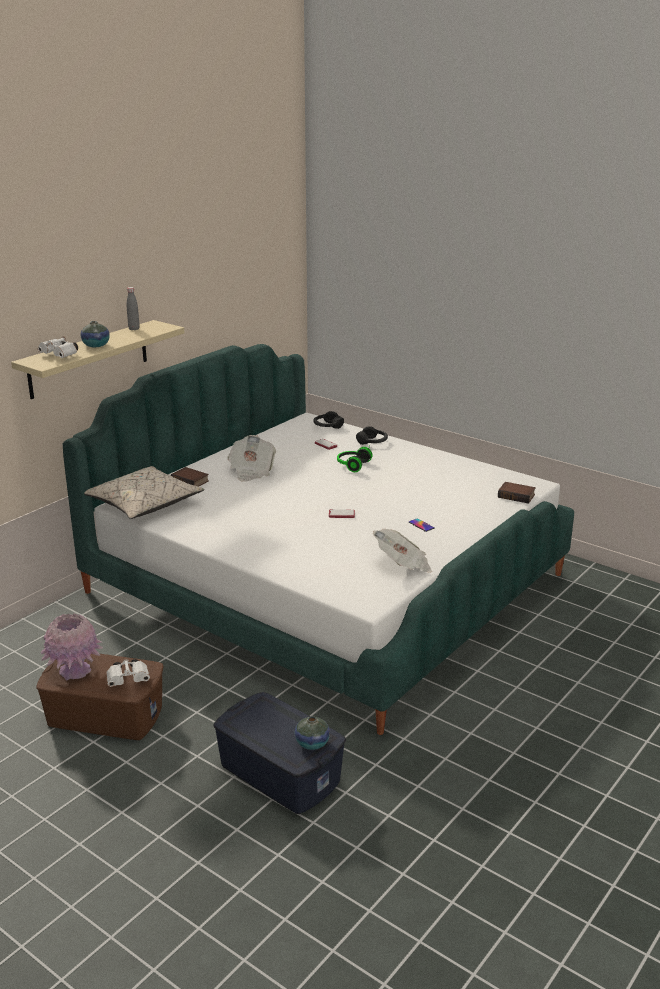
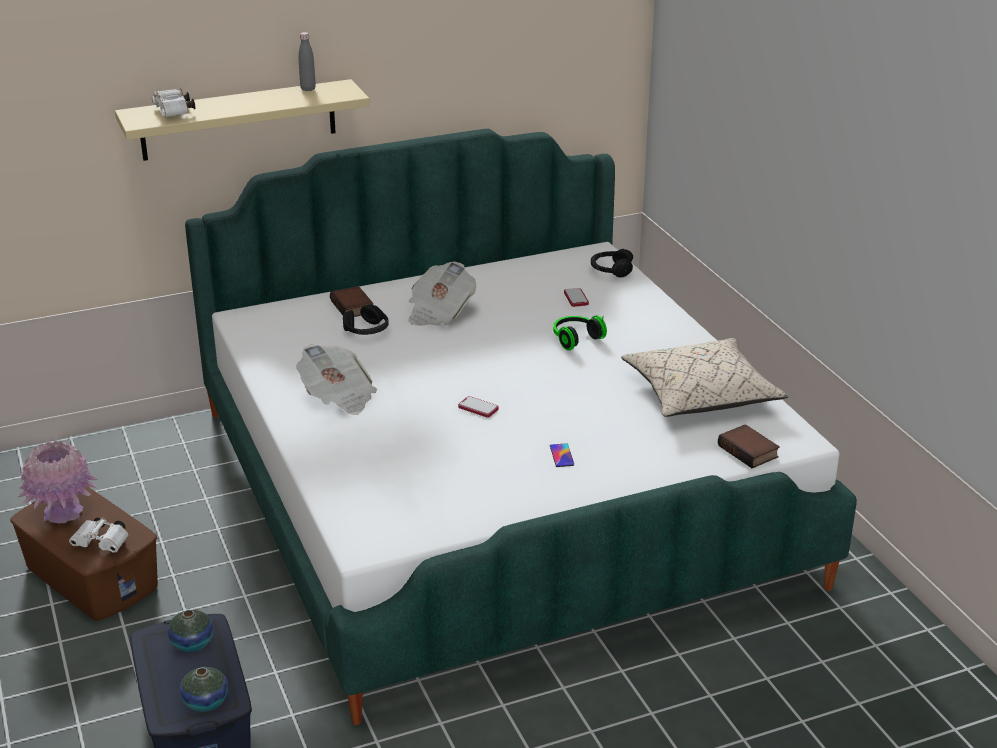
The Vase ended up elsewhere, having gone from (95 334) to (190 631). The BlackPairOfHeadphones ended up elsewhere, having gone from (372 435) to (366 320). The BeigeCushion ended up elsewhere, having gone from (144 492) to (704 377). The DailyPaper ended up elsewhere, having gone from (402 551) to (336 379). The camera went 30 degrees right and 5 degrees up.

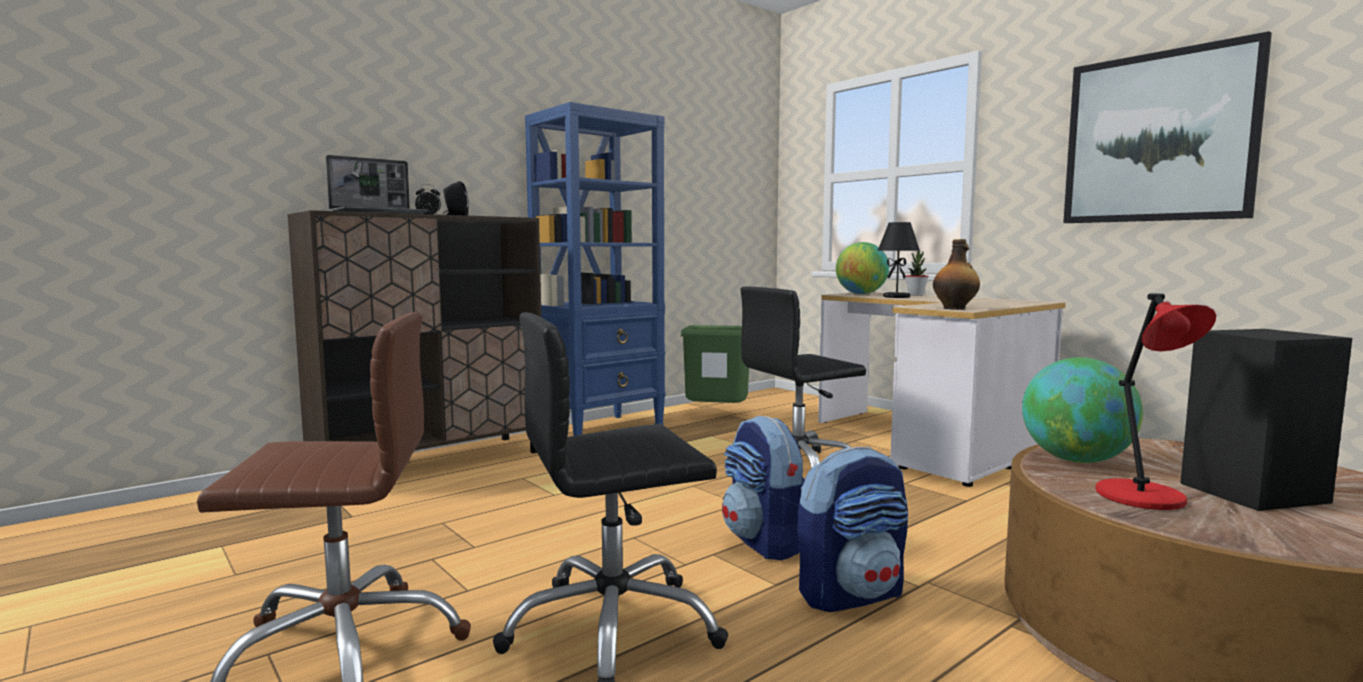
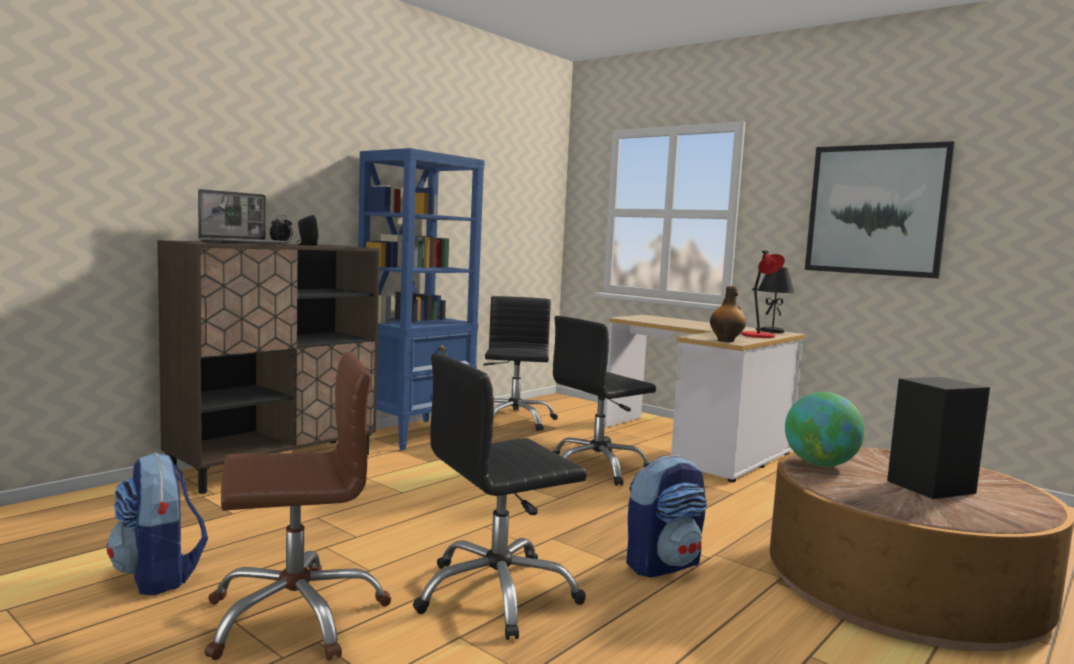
The BlackLampForATable ended up elsewhere, having gone from (898 260) to (776 300). The second view lost the WorldGlobe at (862 268). The second view lost the PottedPlant at (917 273). The ReddishLampForATable ended up elsewhere, having gone from (1155 402) to (763 294). Where the GreenColouredWasteBin stood at (714 364), the BlackOfficeChair came to stand at (521 363). The Backpack ended up elsewhere, having gone from (763 488) to (157 523). The camera went 10 degrees left and 0 degrees up.

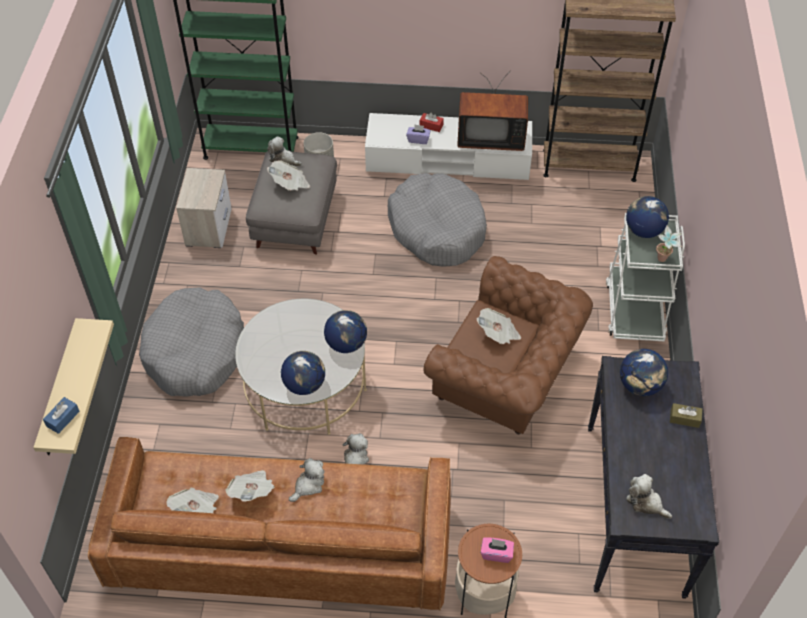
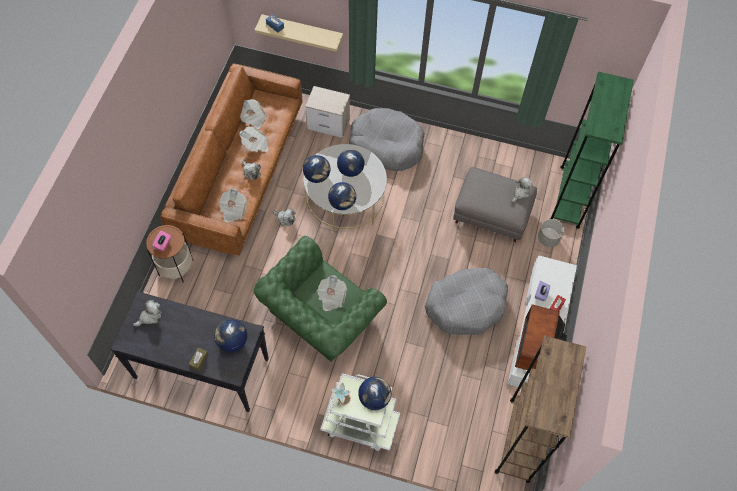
The DailyPaper ended up elsewhere, having gone from (288 176) to (233 205). The NightTable ended up elsewhere, having gone from (204 208) to (328 112). What was the BrownishLoungeChair at (508 345) turned into the GreenColouredLoungeChair at (320 299). The second view gained the WorldGlobe at (351 163). The camera went 100 degrees right and 10 degrees up.

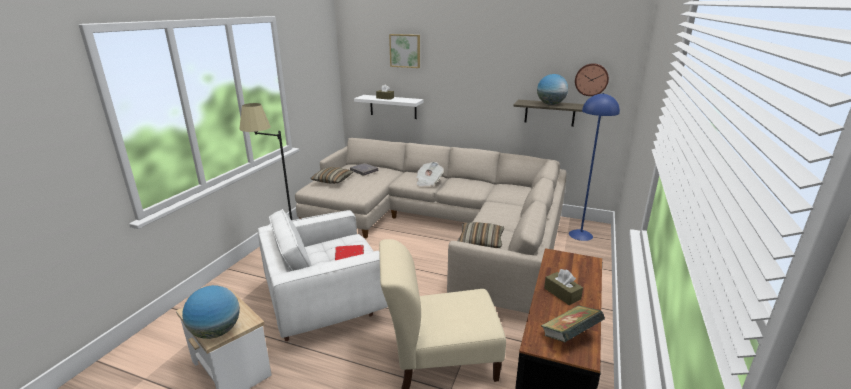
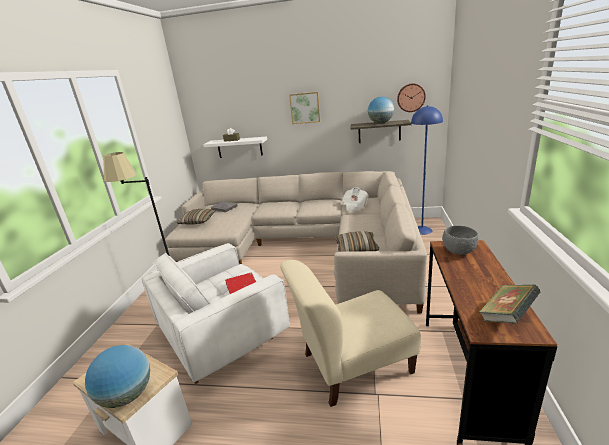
The Picture ended up elsewhere, having gone from (404 51) to (305 108). The DailyPaper ended up elsewhere, having gone from (430 174) to (355 200). The second view lost the BrownishTissueBox at (563 287). The second view gained the GrayBowl at (460 240). The camera went 10 degrees left and 0 degrees up.

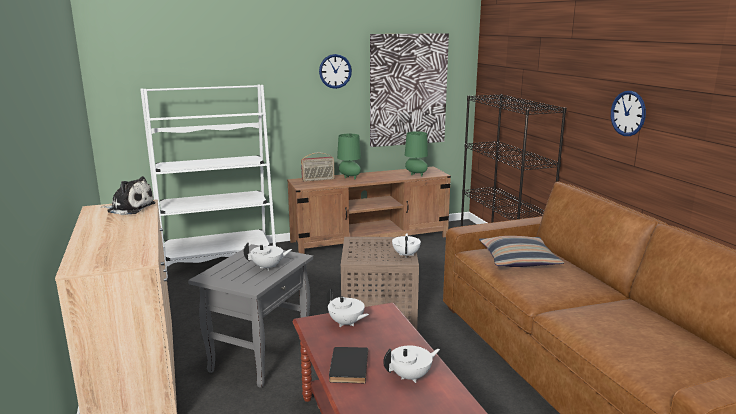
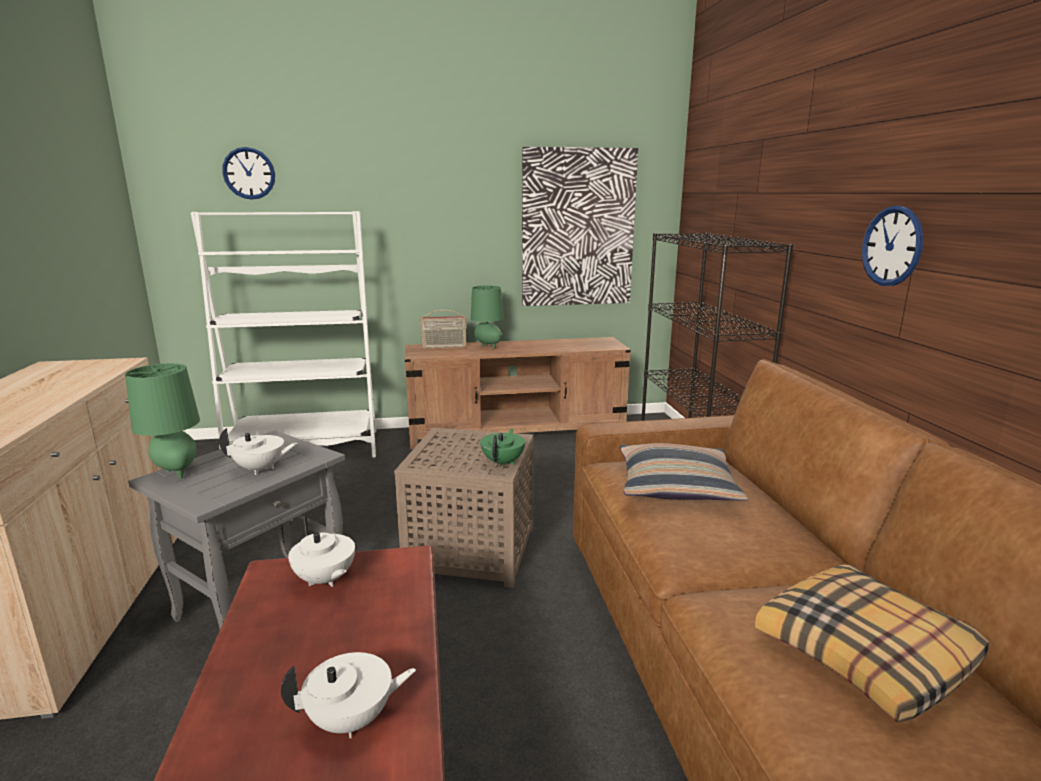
The HangingClock ended up elsewhere, having gone from (335 71) to (248 173). The GreenColouredLampForATable ended up elsewhere, having gone from (416 153) to (162 421). The second view lost the CuddlyToy at (128 195). What was the WhitishTeaPot at (406 244) turned into the GreenColouredTeaPot at (502 448). The second view lost the BlackBoundBook at (348 365). The second view gained the Cushion at (872 643). The camera went 10 degrees right and 0 degrees up.

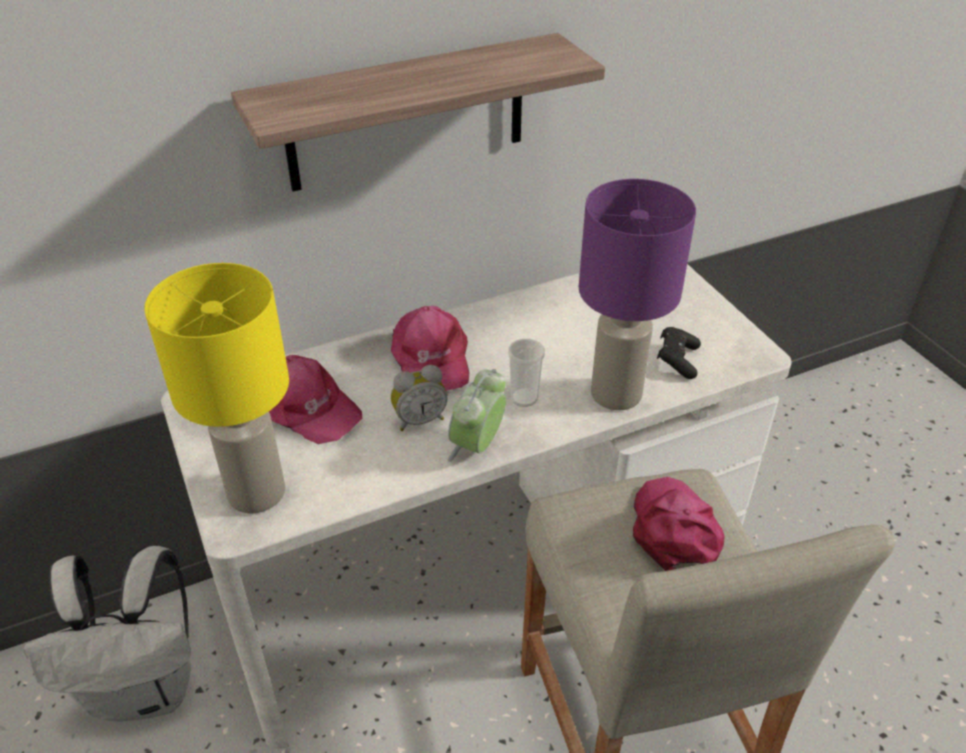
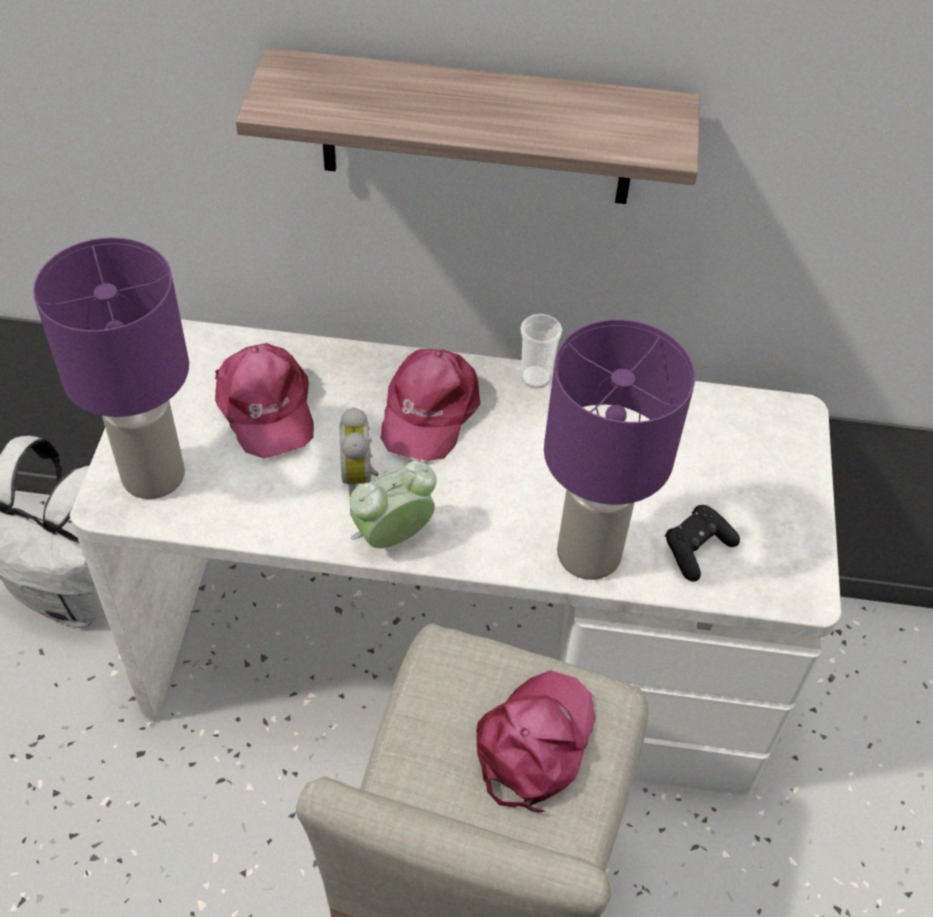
What was the YellowColouredLampForATable at (216 388) turned into the PurpleLampForATable at (111 368). The SmallCup ended up elsewhere, having gone from (526 373) to (541 351). The BedsideClock at (419 398) ended up facing another way, 75 degrees clockwise from before. The camera went 30 degrees right and 10 degrees up.

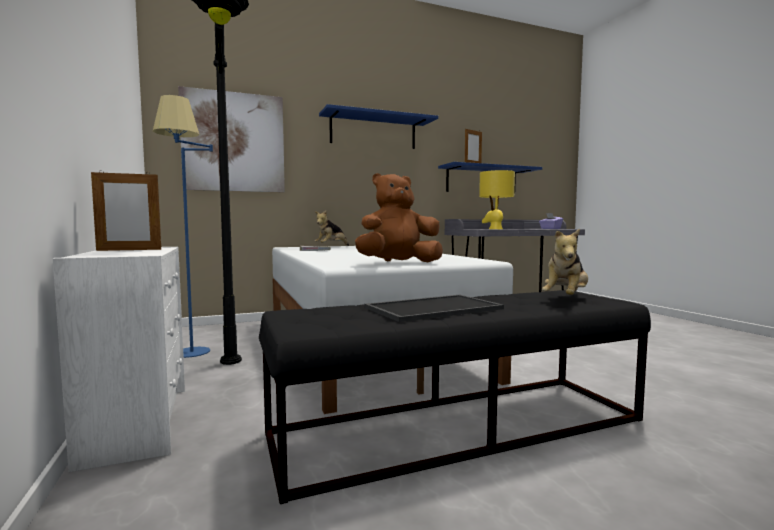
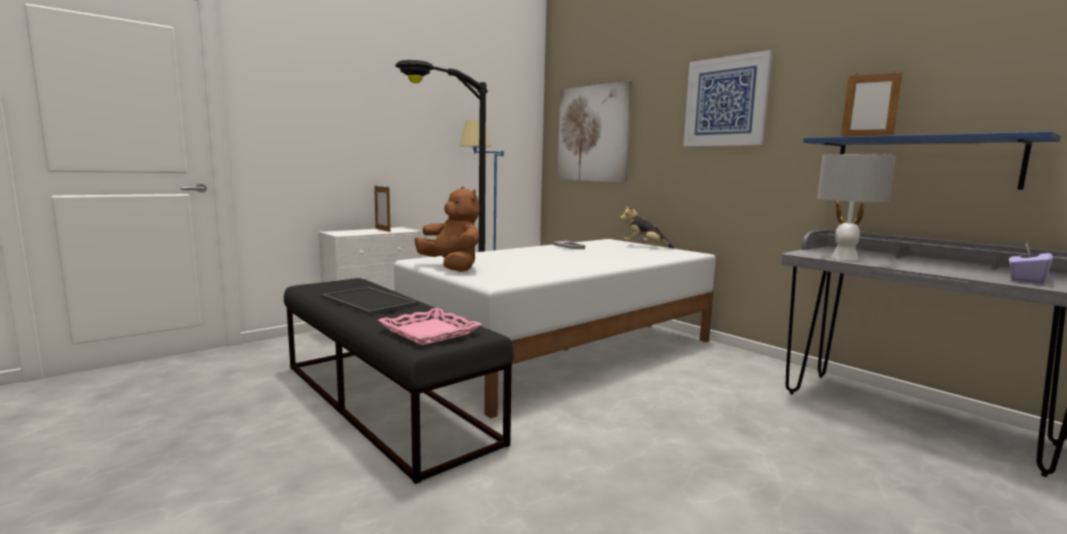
Where the BlueColouredBracketShelf hung at (378 126), the Picture came to hang at (727 98). What was the YellowColouredLampForATable at (497 199) turned into the GrayLampForATable at (856 207). Where the CuddlyToy stood at (565 262), the PinkColouredServingTray came to stand at (430 327). The camera went 70 degrees right and 5 degrees up.

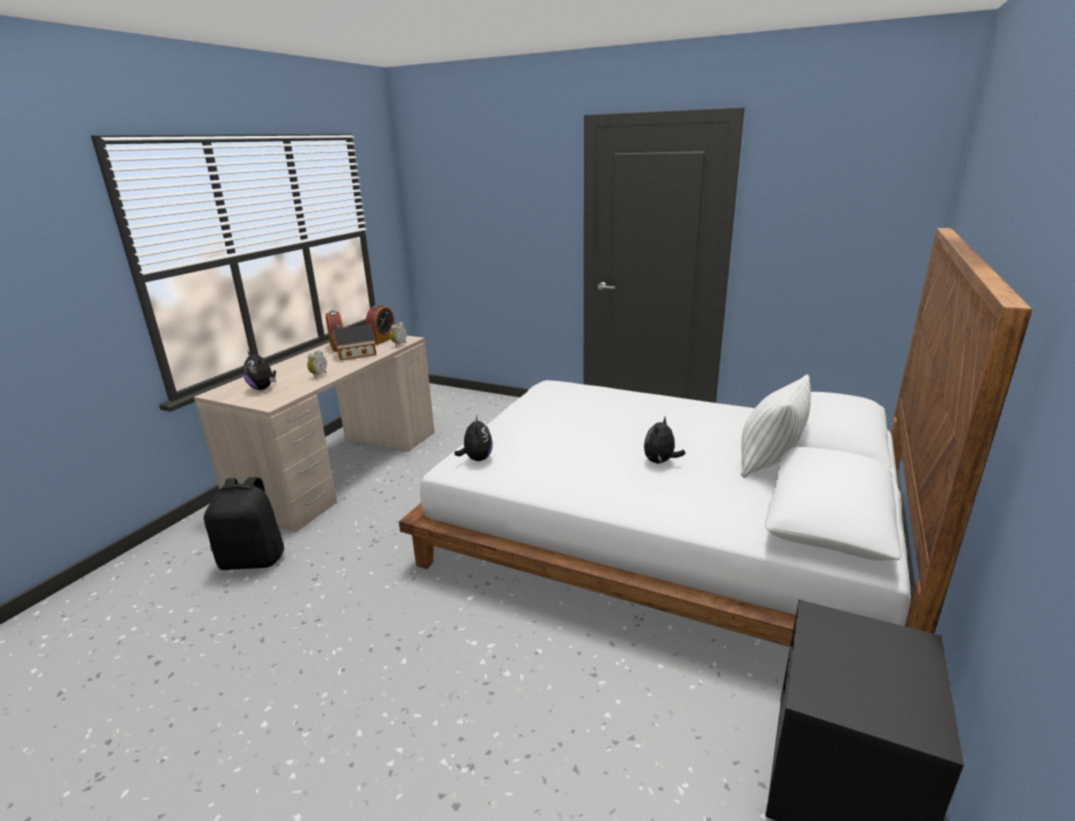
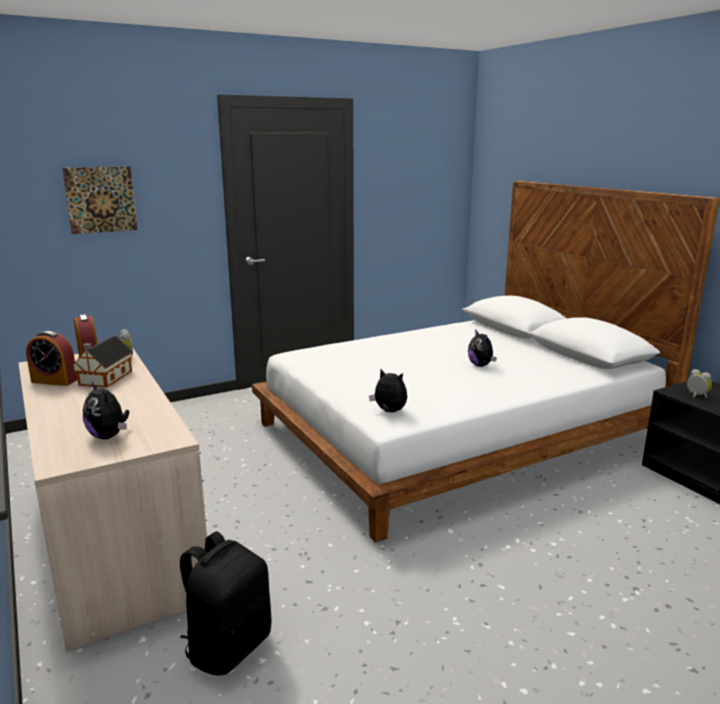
The BedsideClock ended up elsewhere, having gone from (317 364) to (699 383). The CuddlyToy at (259 370) ended up facing another way, 60 degrees clockwise from before. The second view lost the WhitishCushion at (776 426). The second view gained the Picture at (99 200). The camera went 55 degrees left and 5 degrees down.

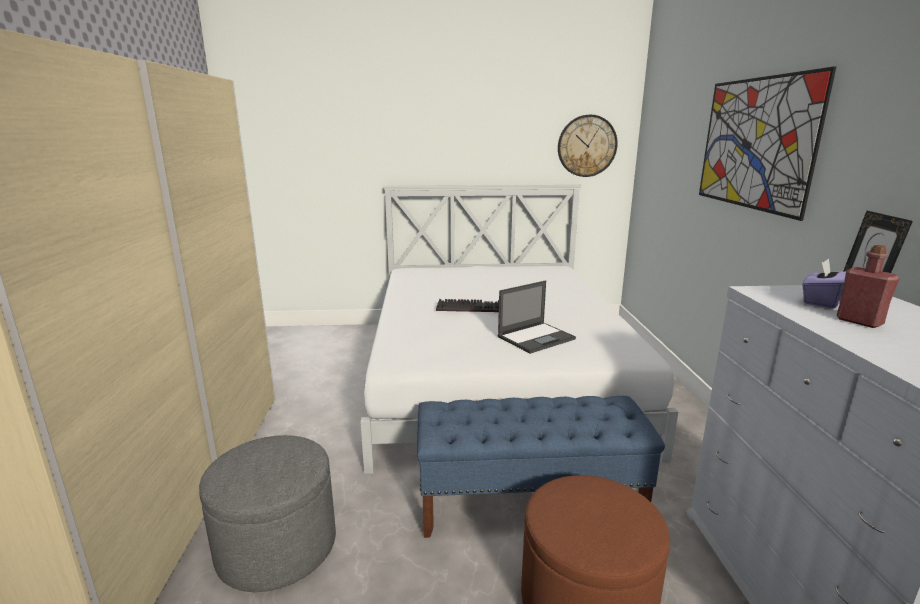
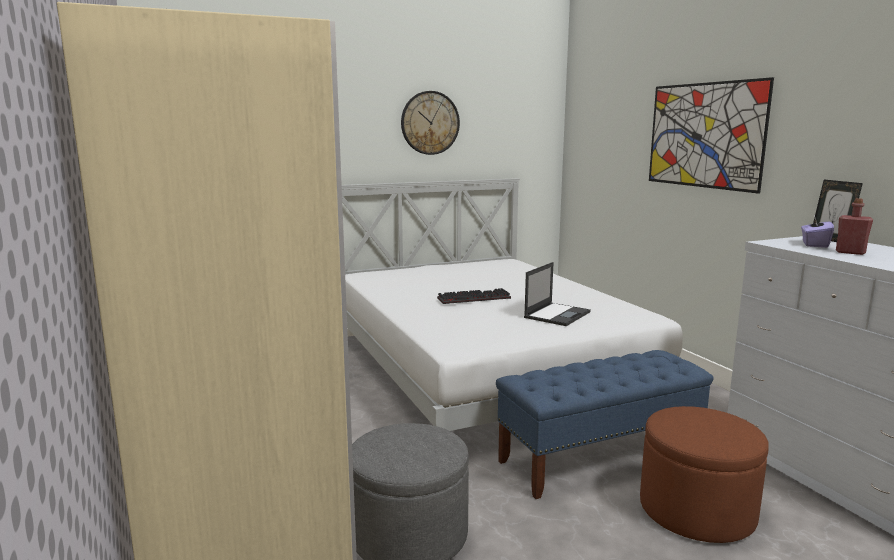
The HangingClock ended up elsewhere, having gone from (588 146) to (430 123). The camera went 20 degrees left and 5 degrees down.

